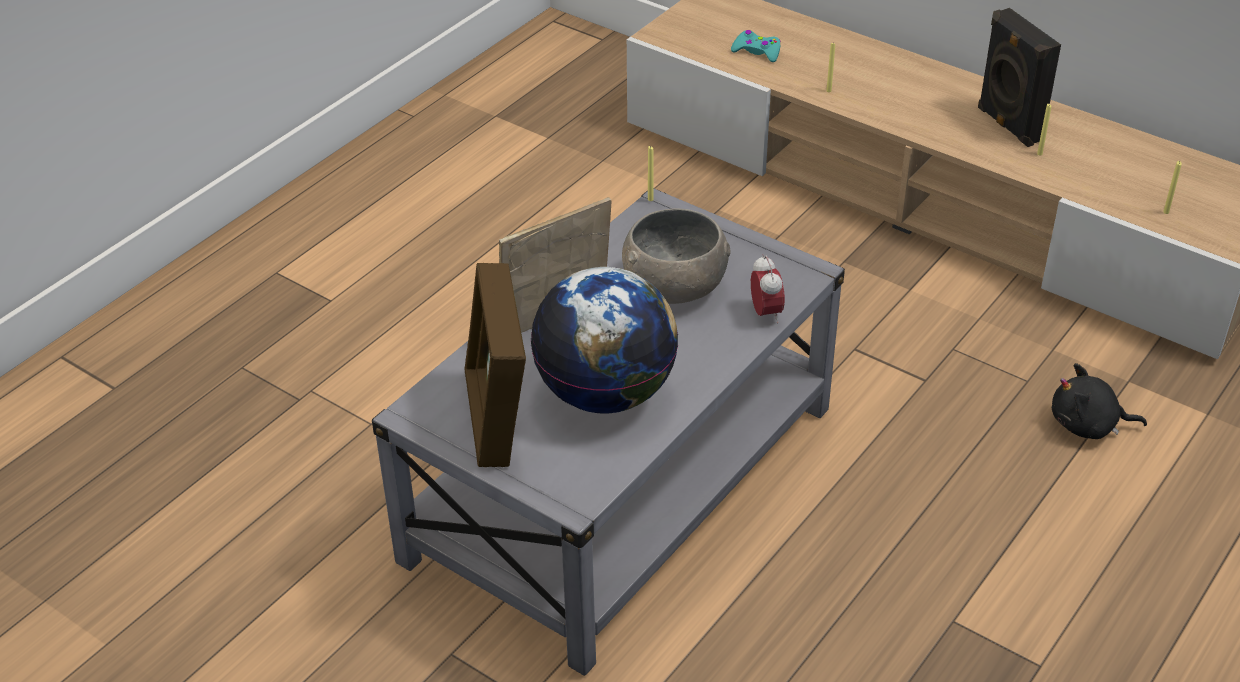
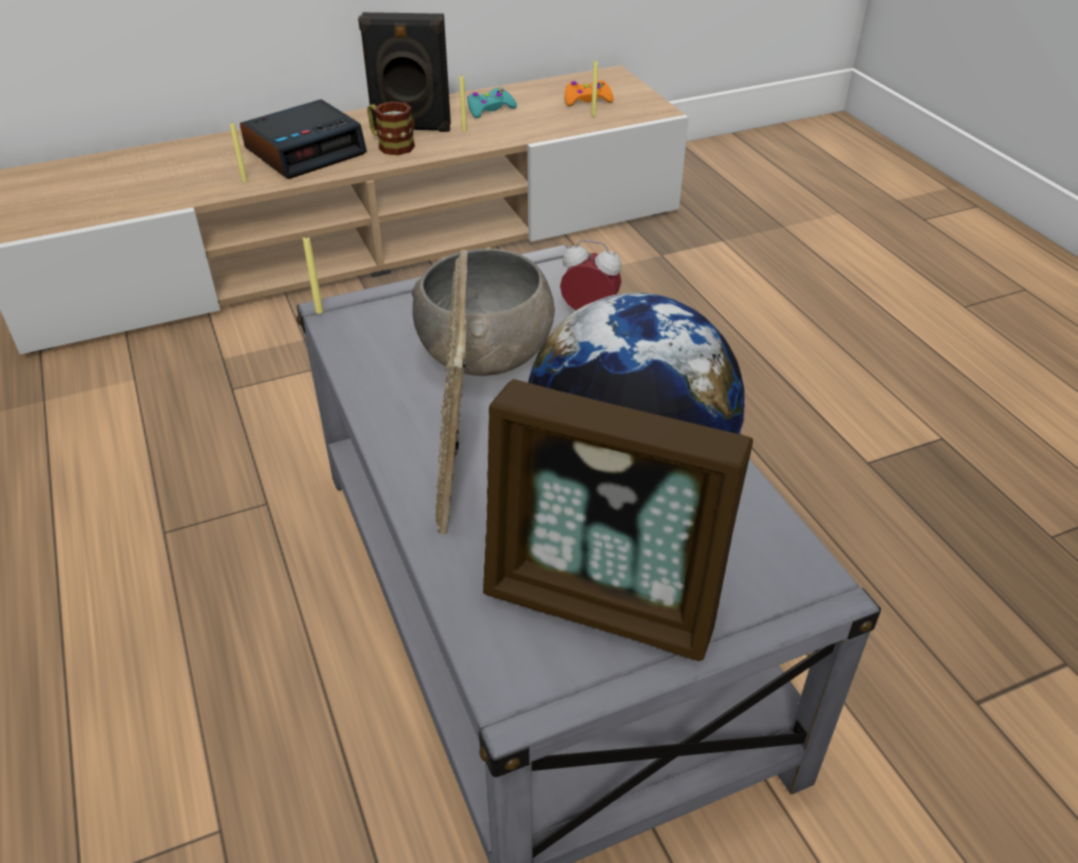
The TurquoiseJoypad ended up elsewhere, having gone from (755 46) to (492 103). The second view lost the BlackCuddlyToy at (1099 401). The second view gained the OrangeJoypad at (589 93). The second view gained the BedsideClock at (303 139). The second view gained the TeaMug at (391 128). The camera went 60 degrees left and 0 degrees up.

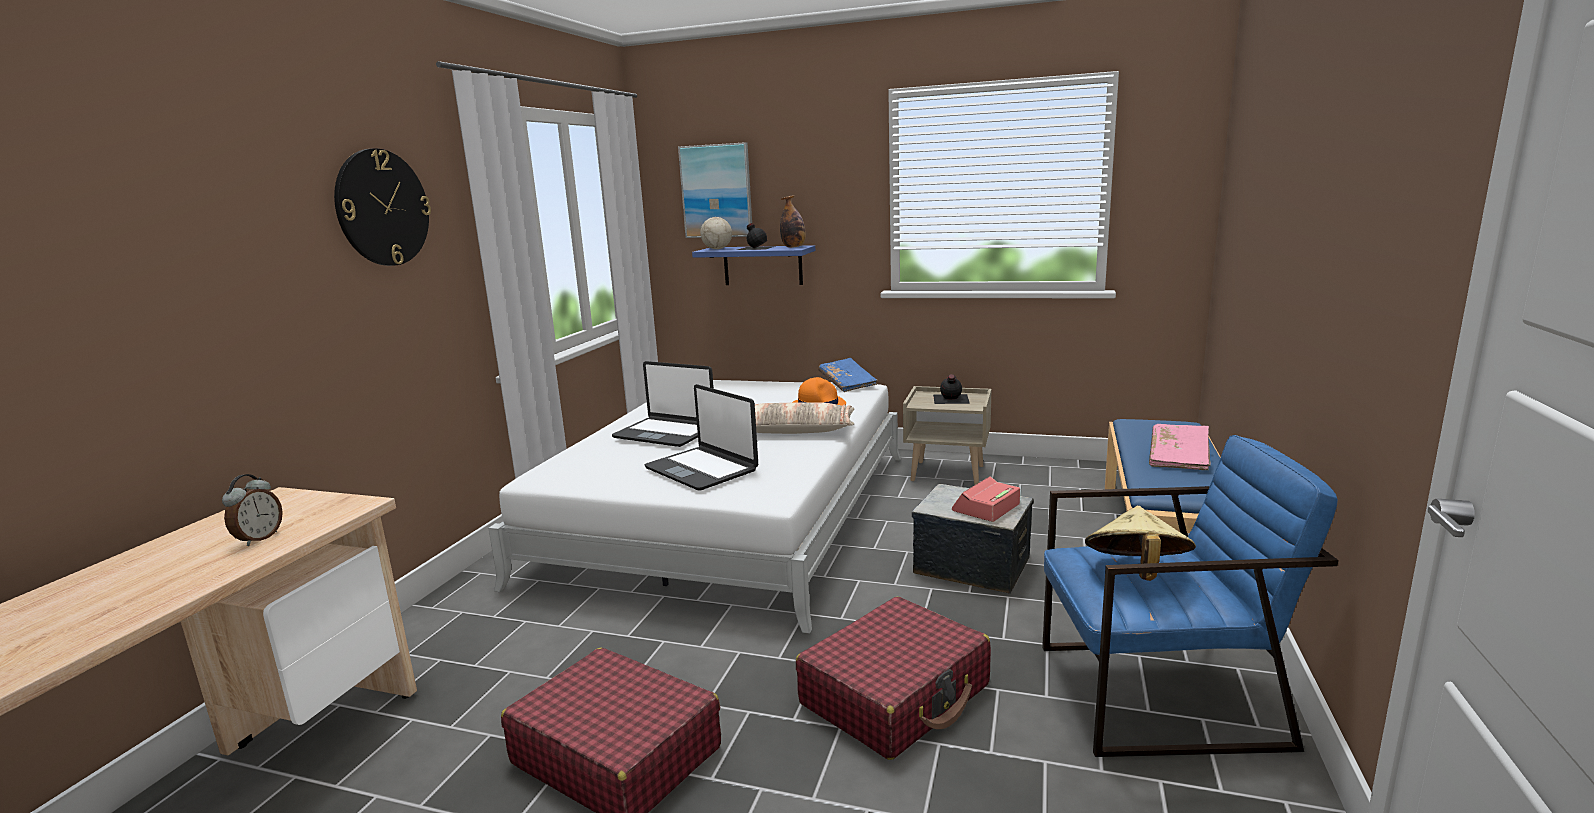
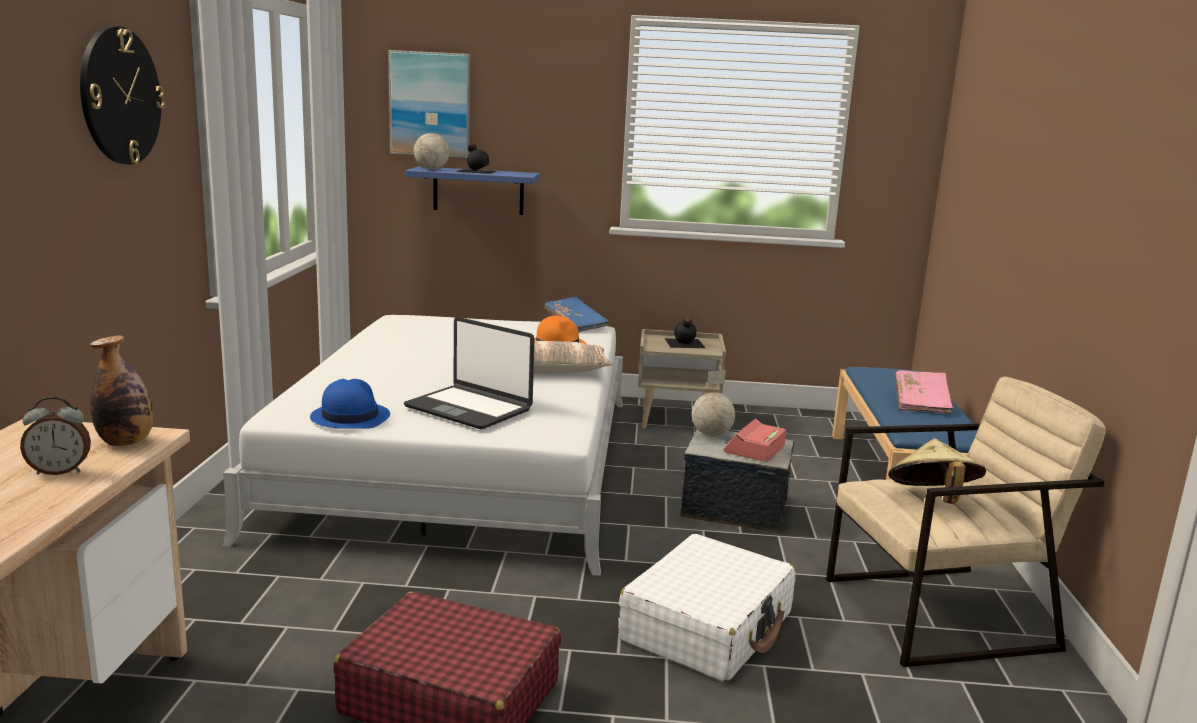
The BeverageBottle ended up elsewhere, having gone from (793 221) to (121 390). The second view lost the Laptop at (663 404). What was the BlueColouredLoungeChair at (1190 596) turned into the BeigeLoungeChair at (966 521). The BedsideClock at (252 510) ended up facing another way, 75 degrees clockwise from before. What was the ReddishPieceOfLuggage at (893 678) turned into the WhitishPieceOfLuggage at (706 608). The second view gained the WorldGlobe at (713 403). The second view gained the BlueColouredWearableHat at (350 404). The camera went 15 degrees left and 0 degrees up.

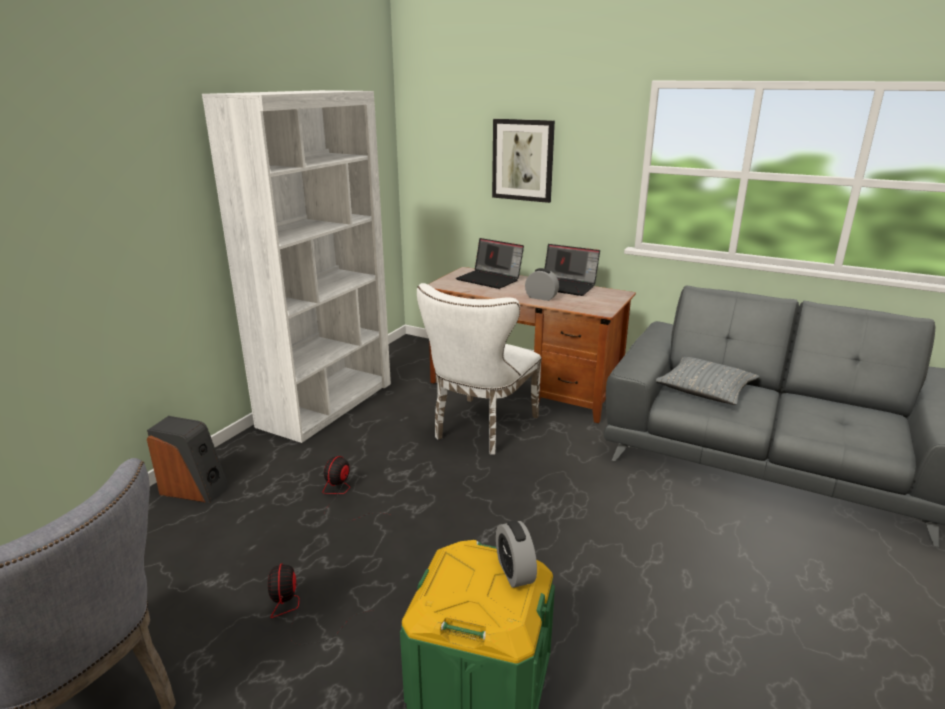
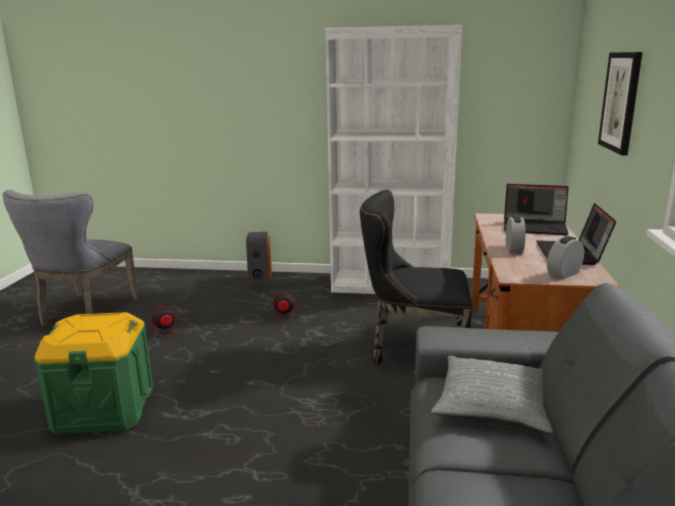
The Laptop at (490 263) ended up facing another way, 90 degrees counterclockwise from before. What was the WhitishUprightChair at (479 369) turned into the BlackUprightChair at (416 277). The BedsideClock ended up elsewhere, having gone from (516 554) to (565 257). The camera went 70 degrees right and 5 degrees down.

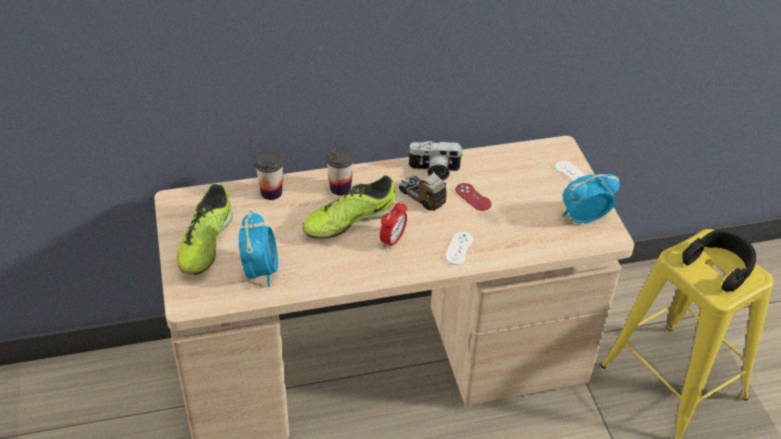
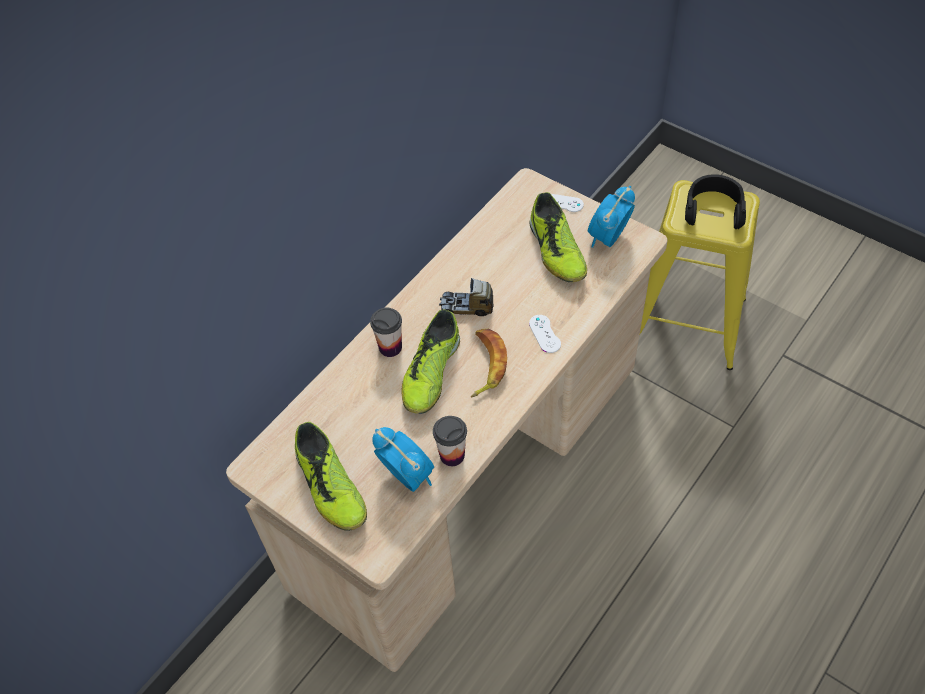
The second view lost the StillCamera at (435 160). The SmallCup ended up elsewhere, having gone from (269 175) to (450 441). The second view lost the ReddishJoypad at (473 197). Where the BedsideClock stood at (393 224), the WholeBanana came to stand at (489 363). The second view gained the LowShoe at (558 237). The camera went 35 degrees left and 10 degrees up.

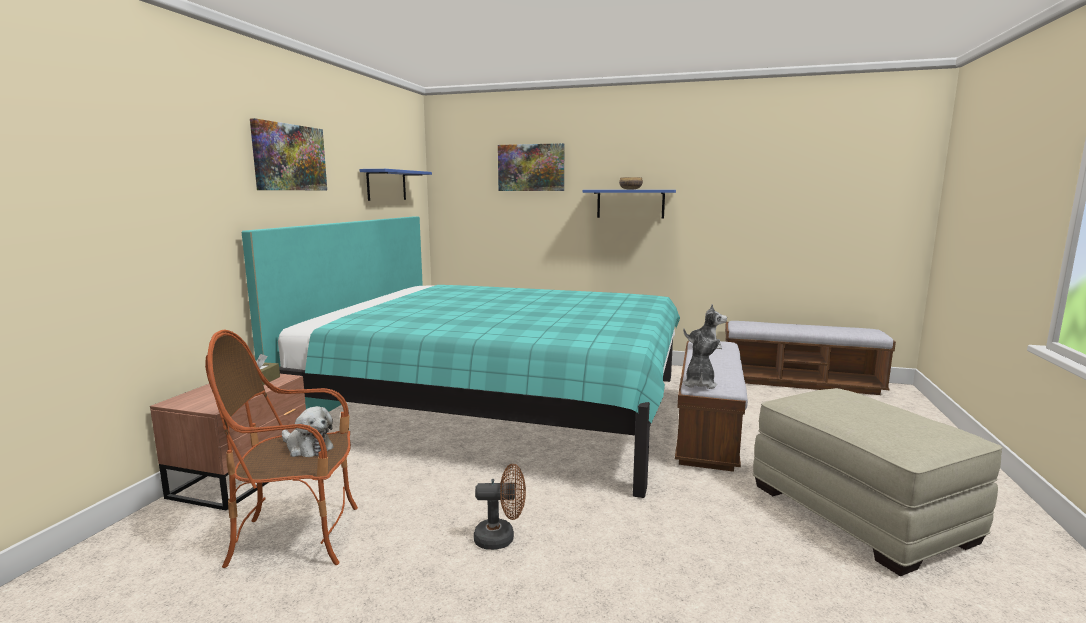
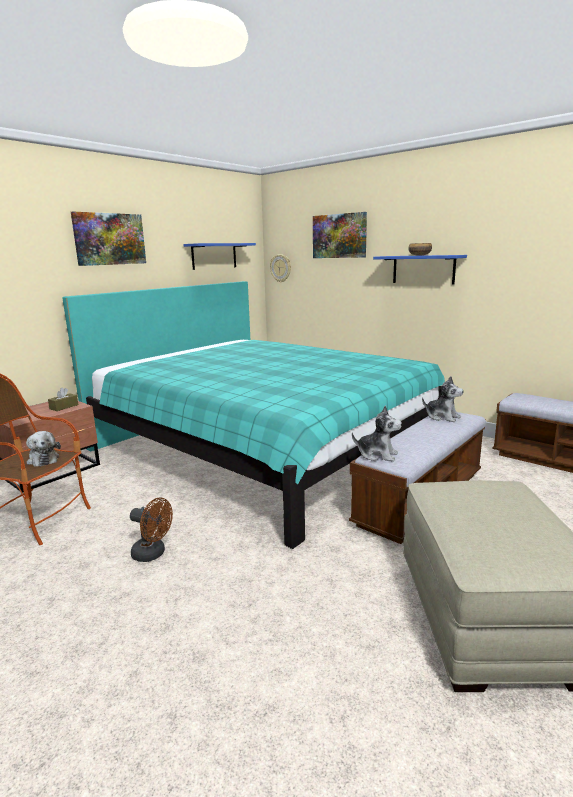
The CuddlyToy at (701 360) ended up facing another way, 75 degrees clockwise from before. The second view gained the HangingClock at (280 268). The camera went 25 degrees right and 5 degrees up.

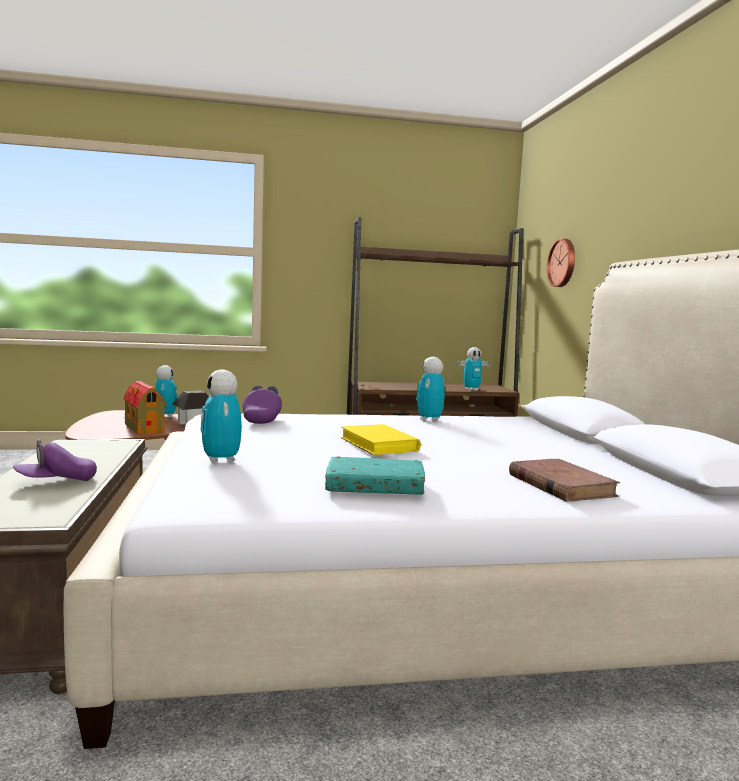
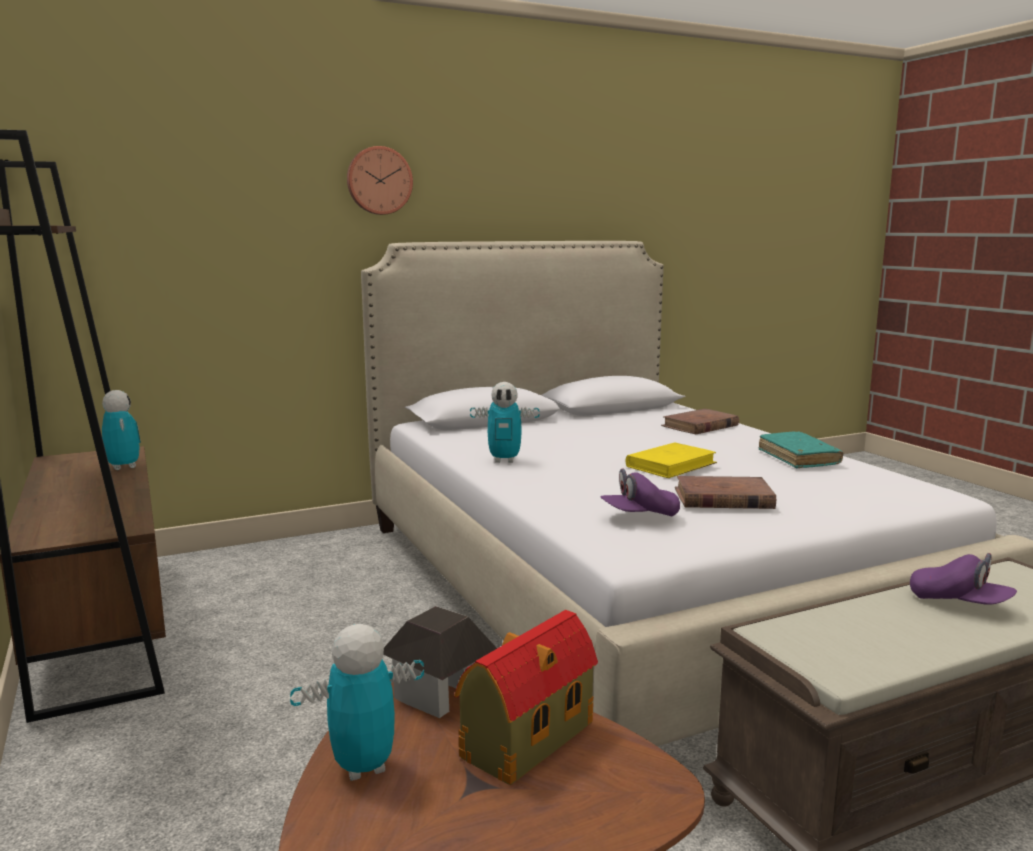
The HangingClock ended up elsewhere, having gone from (561 262) to (380 180). The second view lost the ModelRobot at (221 416). The second view gained the BrownishBoundBook at (725 492). The camera went 105 degrees left and 5 degrees up.

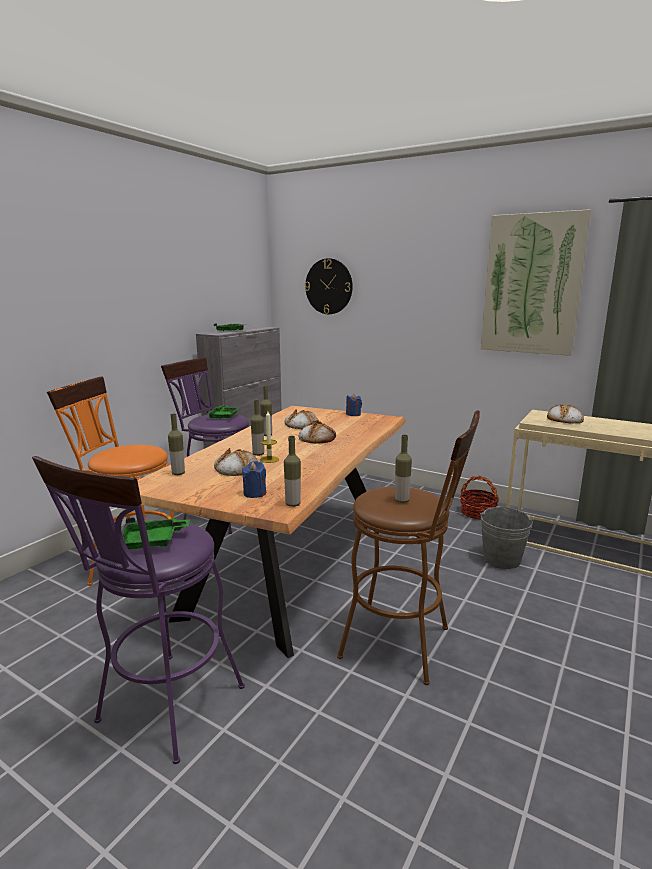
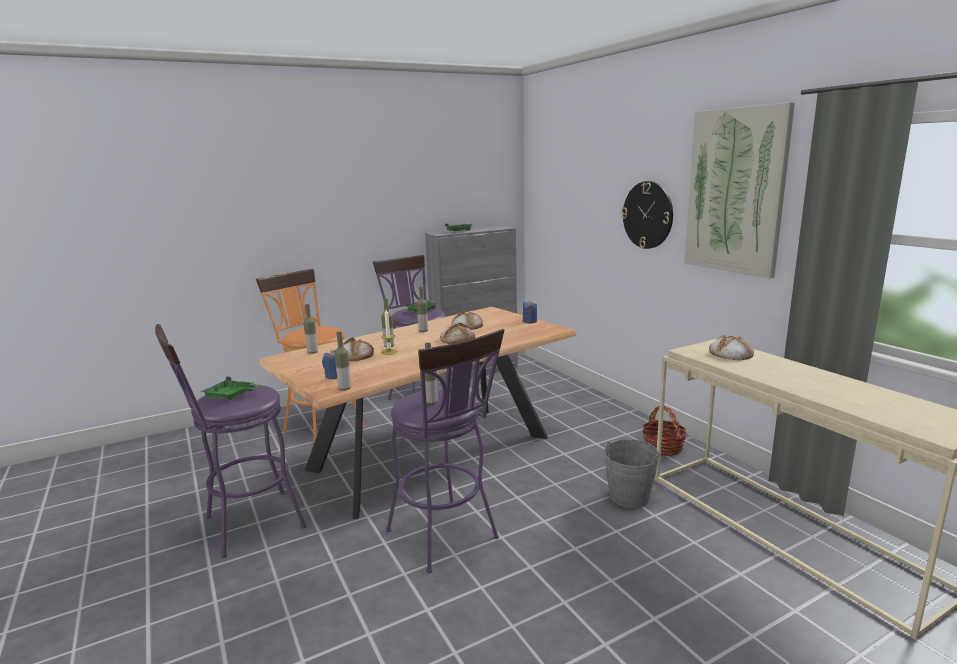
The HangingClock ended up elsewhere, having gone from (329 286) to (647 215). What was the BrownishStool at (408 548) turned into the PurpleStool at (445 451). The camera went 30 degrees right and 0 degrees up.

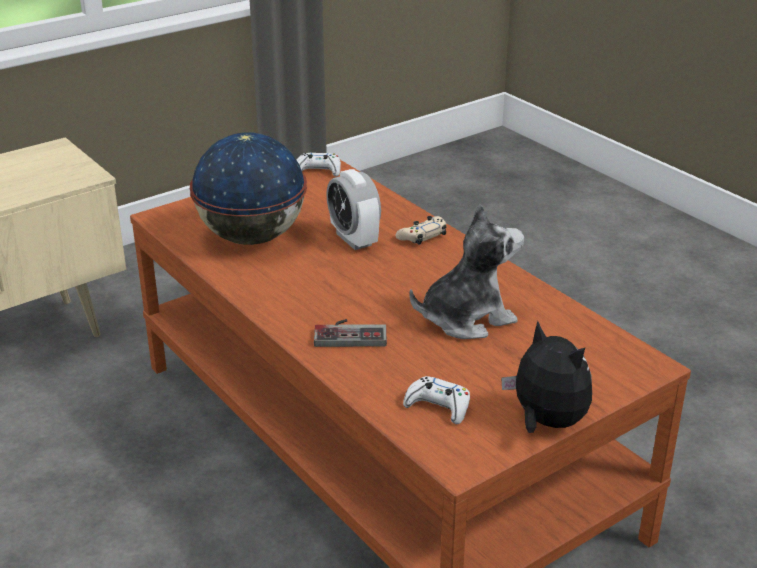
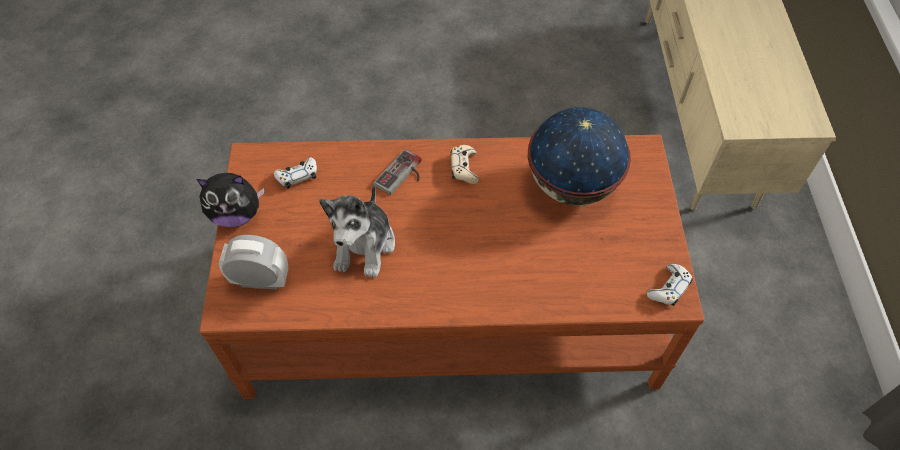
The BedsideClock ended up elsewhere, having gone from (353 209) to (253 262). The BeigeJoypad ended up elsewhere, having gone from (421 230) to (465 164). The camera went 125 degrees right and 25 degrees up.

